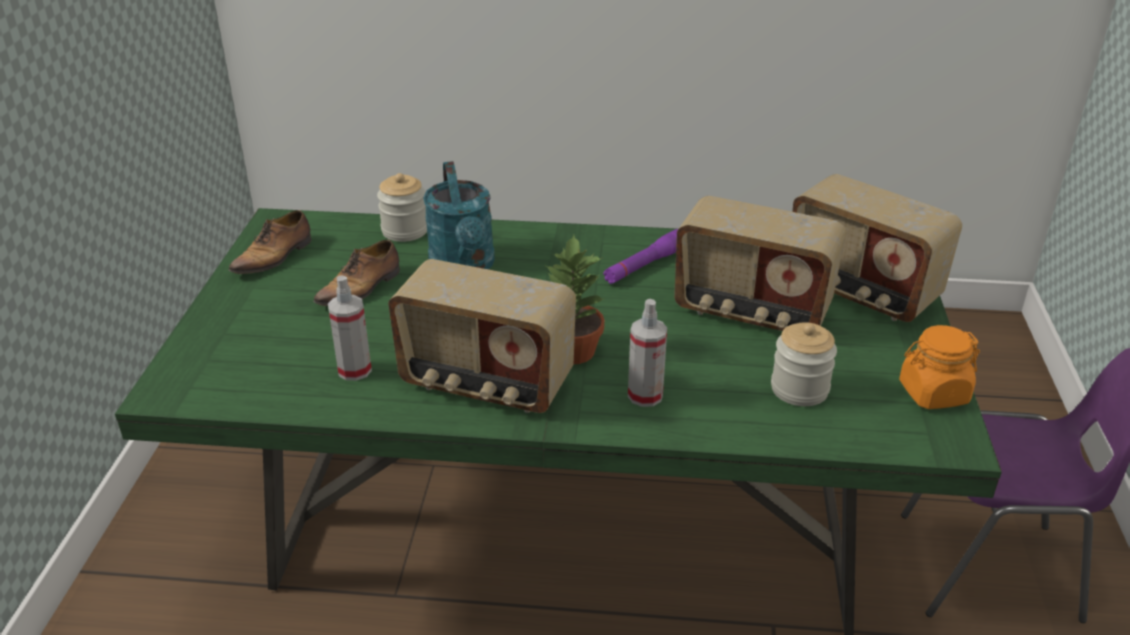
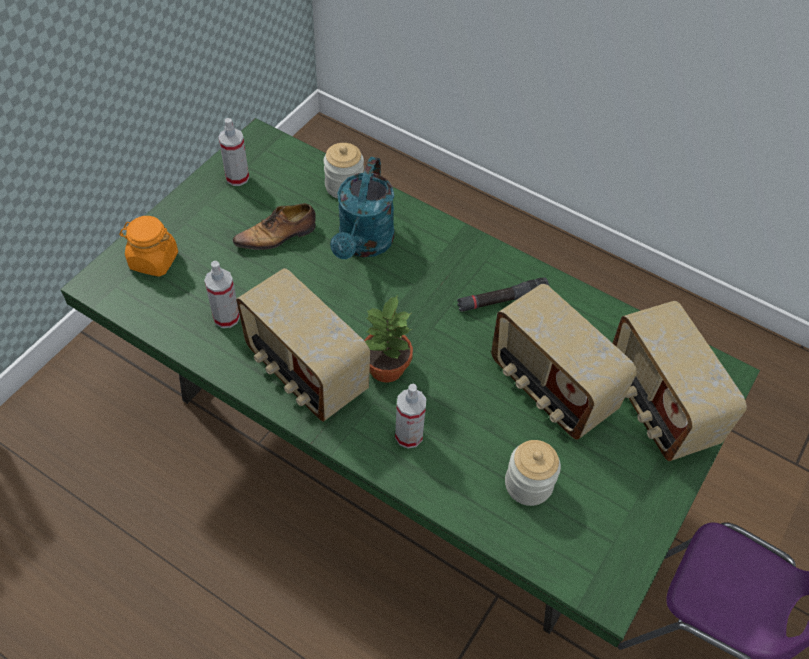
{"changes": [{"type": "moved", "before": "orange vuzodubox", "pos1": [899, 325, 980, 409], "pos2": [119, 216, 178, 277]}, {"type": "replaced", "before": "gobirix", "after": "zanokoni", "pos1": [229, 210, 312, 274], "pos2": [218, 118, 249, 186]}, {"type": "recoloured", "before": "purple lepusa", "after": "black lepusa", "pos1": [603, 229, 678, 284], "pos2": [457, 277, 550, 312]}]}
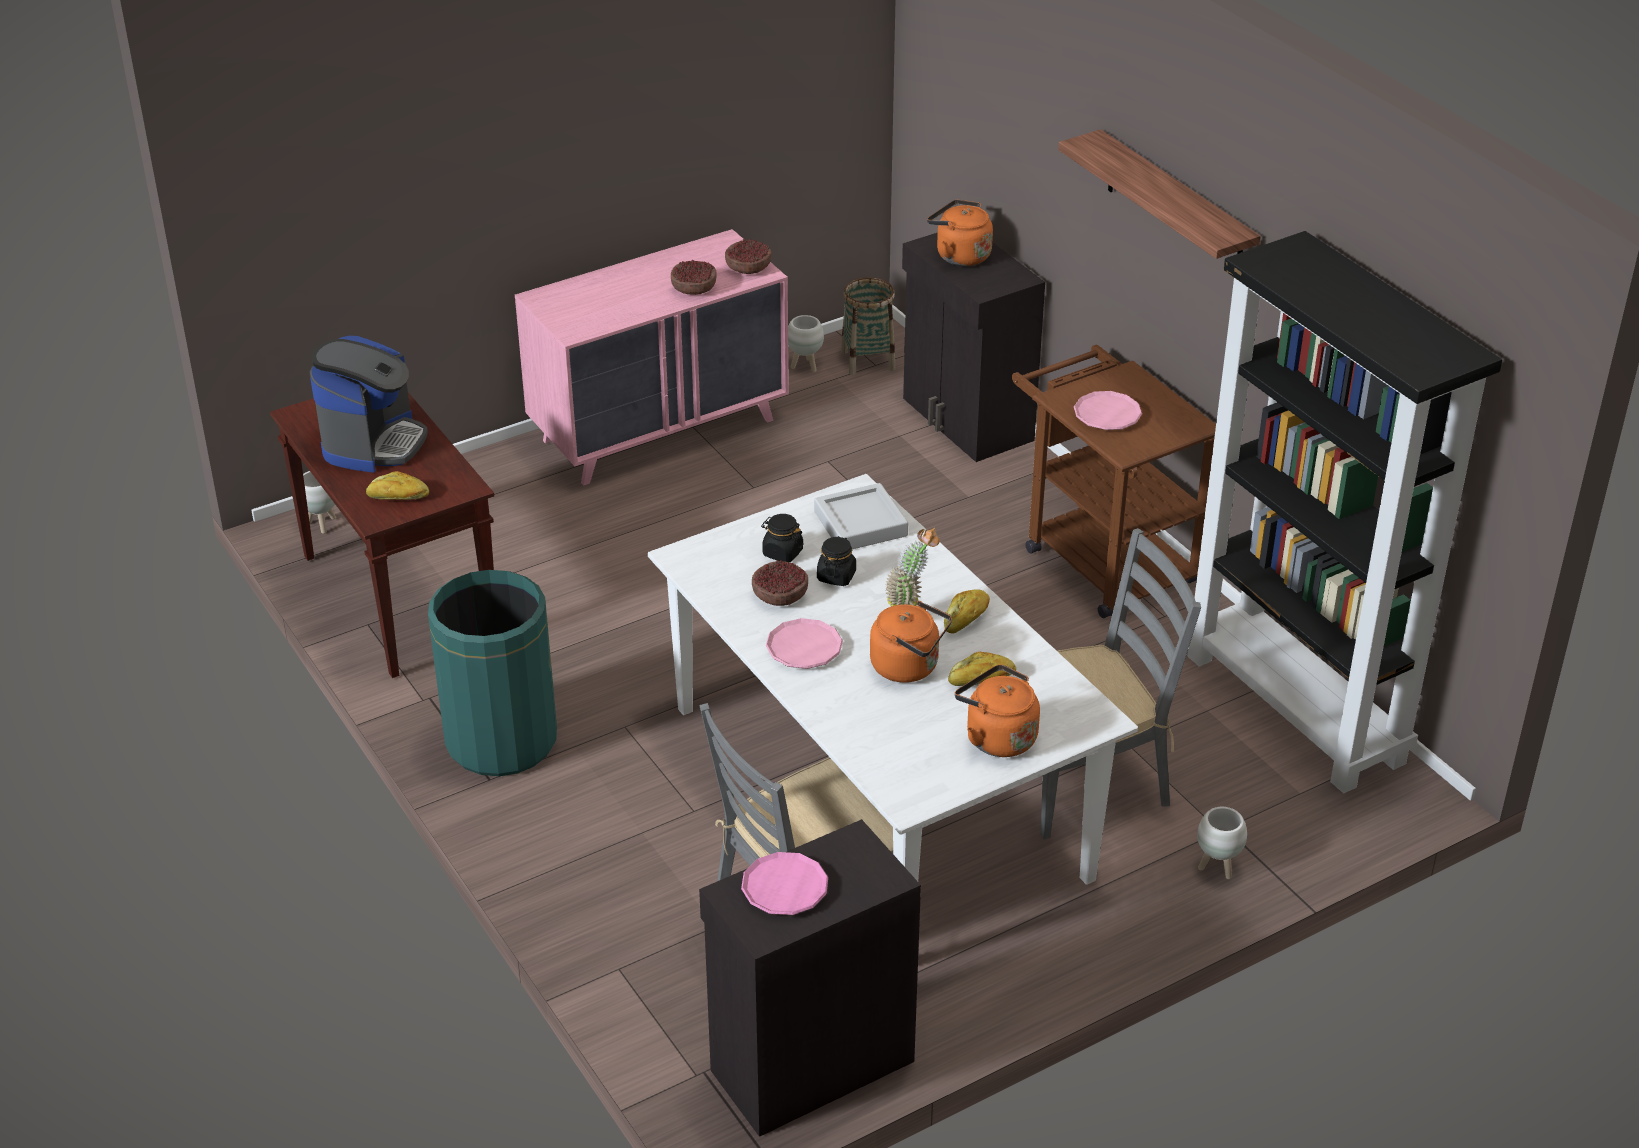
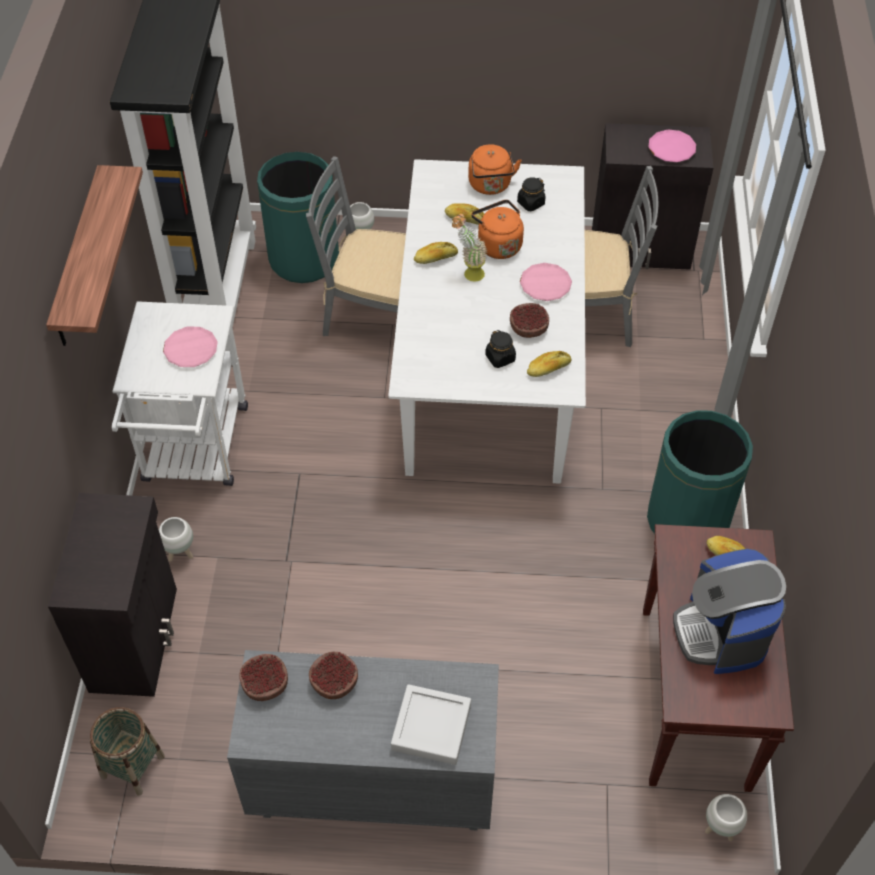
{"changes": [{"type": "removed", "before": "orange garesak", "pos1": [927, 199, 993, 266]}, {"type": "added", "after": "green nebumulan", "pos2": [257, 152, 339, 283]}, {"type": "added", "after": "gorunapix", "pos2": [527, 351, 572, 377]}, {"type": "moved", "before": "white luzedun", "pos1": [788, 315, 824, 372], "pos2": [159, 517, 193, 562]}, {"type": "moved", "before": "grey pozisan", "pos1": [814, 483, 908, 549], "pos2": [391, 684, 471, 765]}, {"type": "moved", "before": "black vuzodubox", "pos1": [817, 536, 856, 586], "pos2": [517, 177, 545, 211]}, {"type": "recoloured", "before": "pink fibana", "after": "grey fibana", "pos1": [515, 229, 789, 486], "pos2": [227, 650, 499, 831]}, {"type": "recoloured", "before": "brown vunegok", "after": "white vunegok", "pos1": [1012, 345, 1216, 618], "pos2": [112, 301, 248, 486]}, {"type": "turned", "before": "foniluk", "pos1": [309, 336, 428, 473], "pos2": [673, 549, 786, 674], "turn": -60}]}
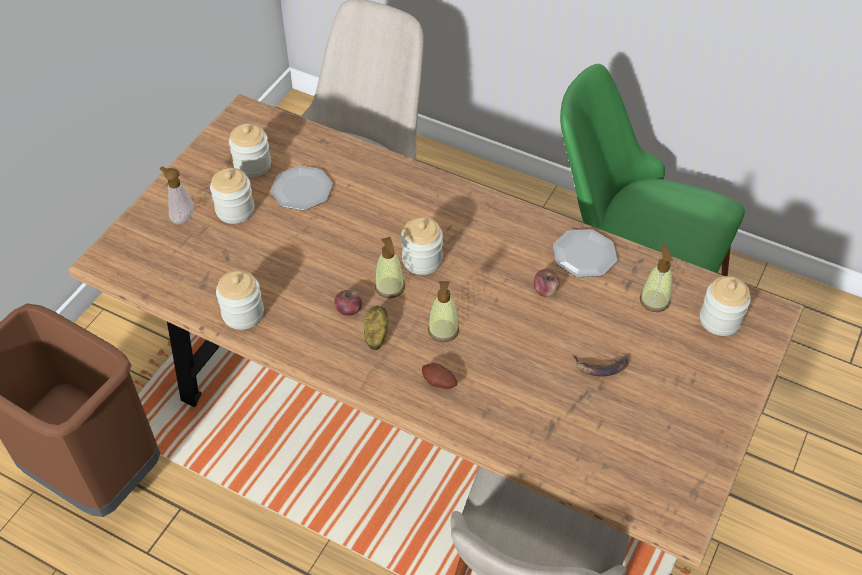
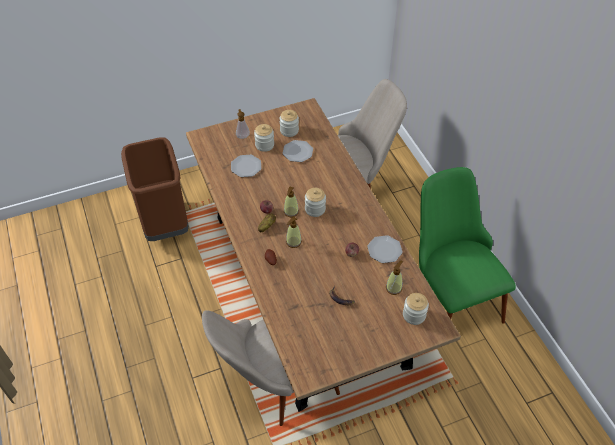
{"changes": [{"type": "removed", "before": "vuzodubox", "pos1": [216, 270, 264, 330]}, {"type": "added", "after": "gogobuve", "pos2": [231, 155, 261, 177]}]}
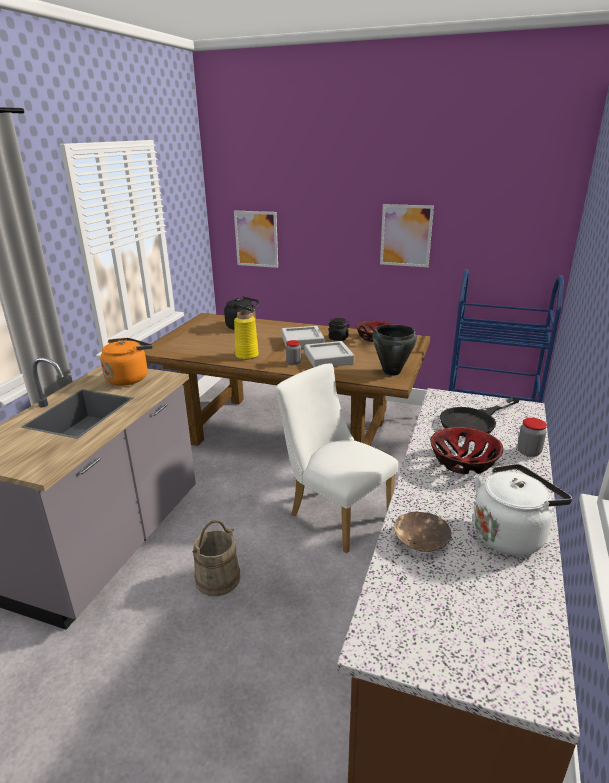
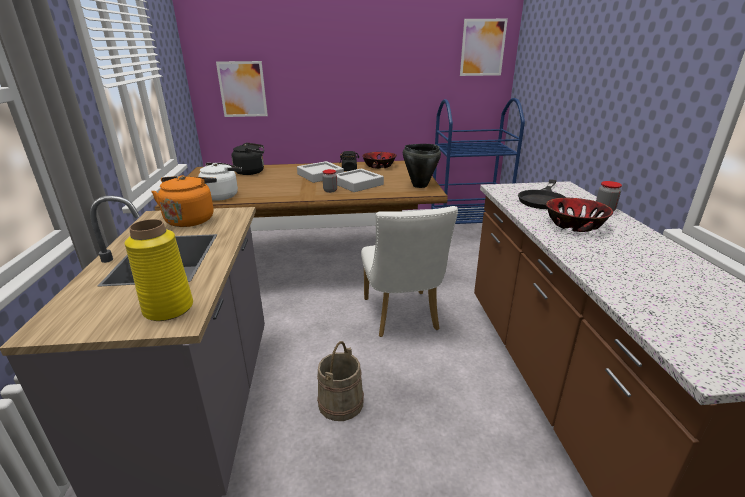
{"changes": [{"type": "removed", "before": "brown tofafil", "pos1": [394, 512, 452, 552]}, {"type": "moved", "before": "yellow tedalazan", "pos1": [234, 311, 259, 360], "pos2": [124, 219, 193, 321]}, {"type": "moved", "before": "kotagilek", "pos1": [380, 204, 434, 267], "pos2": [460, 19, 508, 76]}, {"type": "moved", "before": "white garesak", "pos1": [473, 464, 572, 556], "pos2": [198, 163, 242, 201]}, {"type": "turned", "before": "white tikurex", "pos1": [275, 363, 398, 553], "pos2": [361, 206, 458, 337], "turn": -120}]}
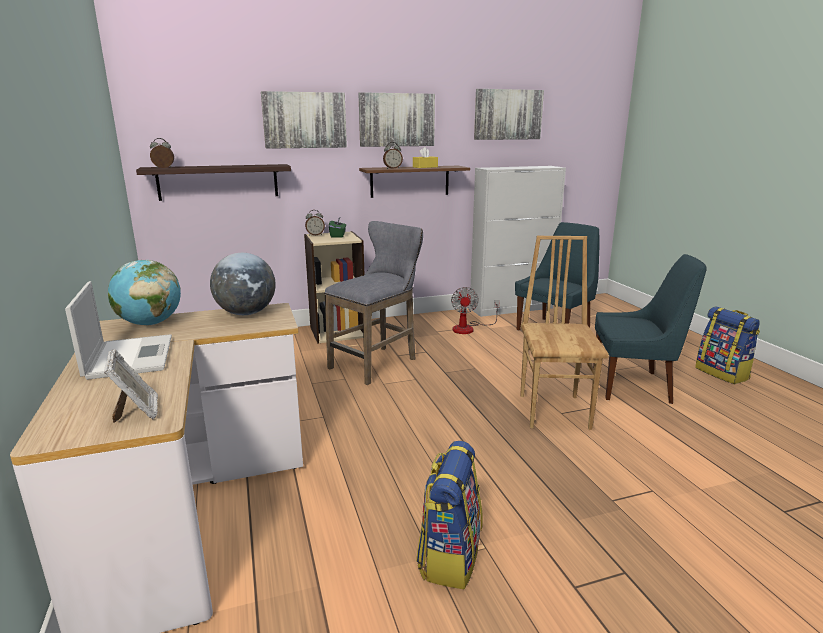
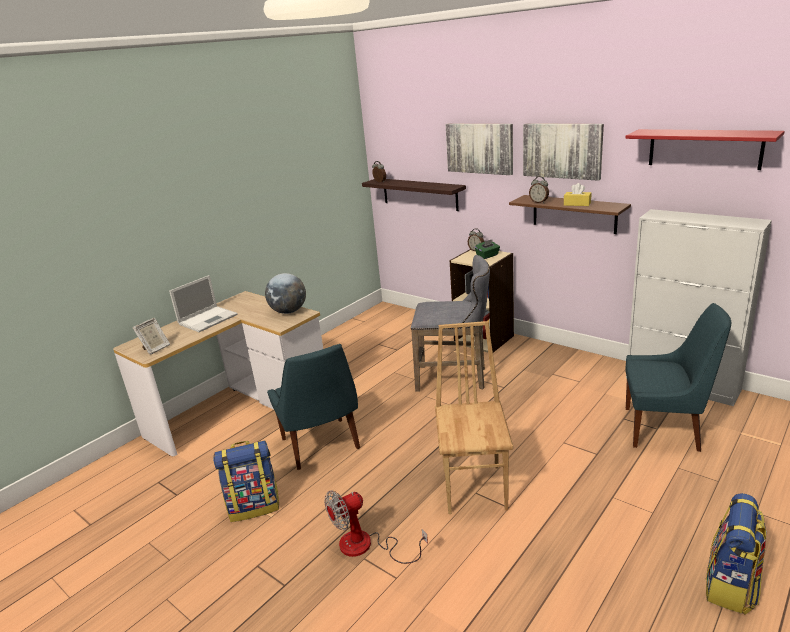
{"changes": [{"type": "removed", "before": "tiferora", "pos1": [108, 260, 181, 325]}, {"type": "moved", "before": "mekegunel", "pos1": [451, 287, 500, 334], "pos2": [325, 490, 428, 564]}, {"type": "moved", "before": "blue tikurex", "pos1": [593, 254, 707, 404], "pos2": [267, 344, 360, 470]}, {"type": "replaced", "before": "kotagilek", "after": "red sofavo", "pos1": [474, 89, 544, 140], "pos2": [625, 129, 785, 170]}, {"type": "turned", "before": "brown tikurex", "pos1": [520, 236, 609, 430], "pos2": [435, 321, 513, 514], "turn": -60}]}
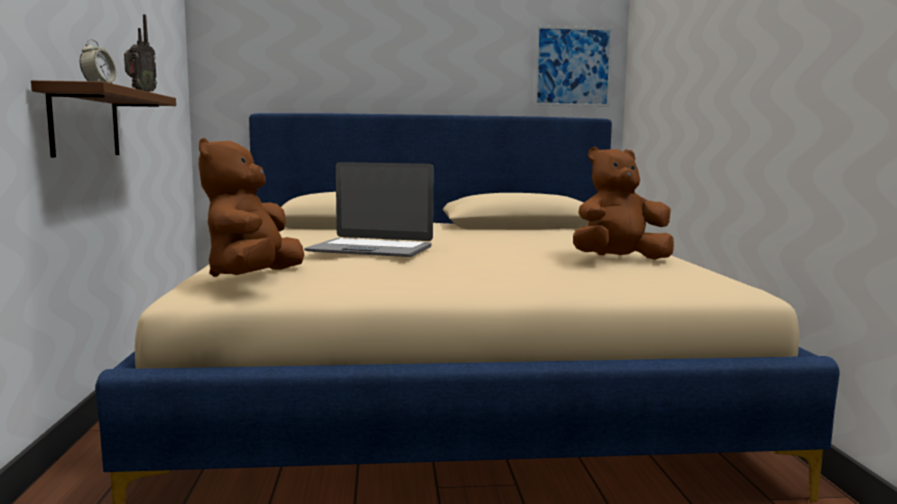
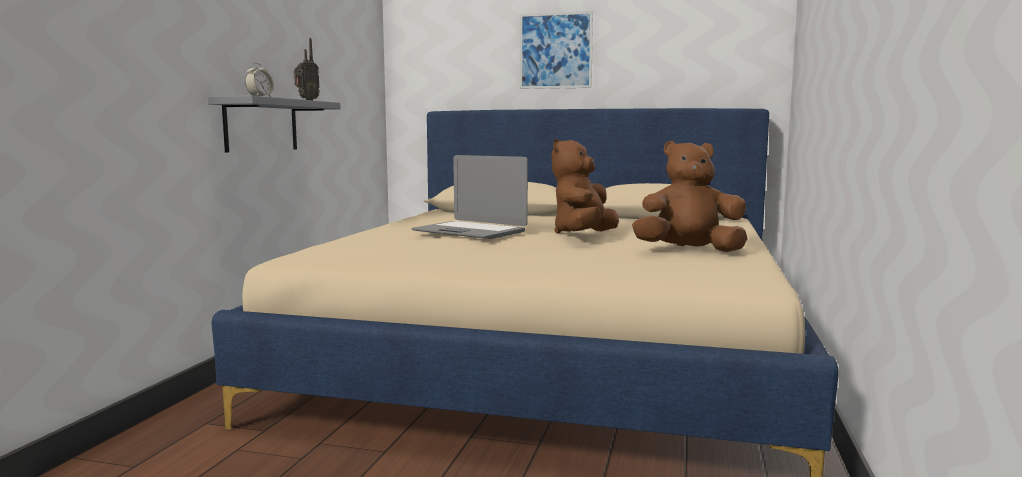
{"changes": [{"type": "moved", "before": "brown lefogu", "pos1": [199, 138, 304, 277], "pos2": [552, 139, 619, 234]}, {"type": "moved", "before": "kotagilek", "pos1": [534, 26, 613, 107], "pos2": [520, 11, 593, 89]}, {"type": "recoloured", "before": "brown sofavo", "after": "grey sofavo", "pos1": [31, 80, 176, 157], "pos2": [208, 95, 341, 153]}]}
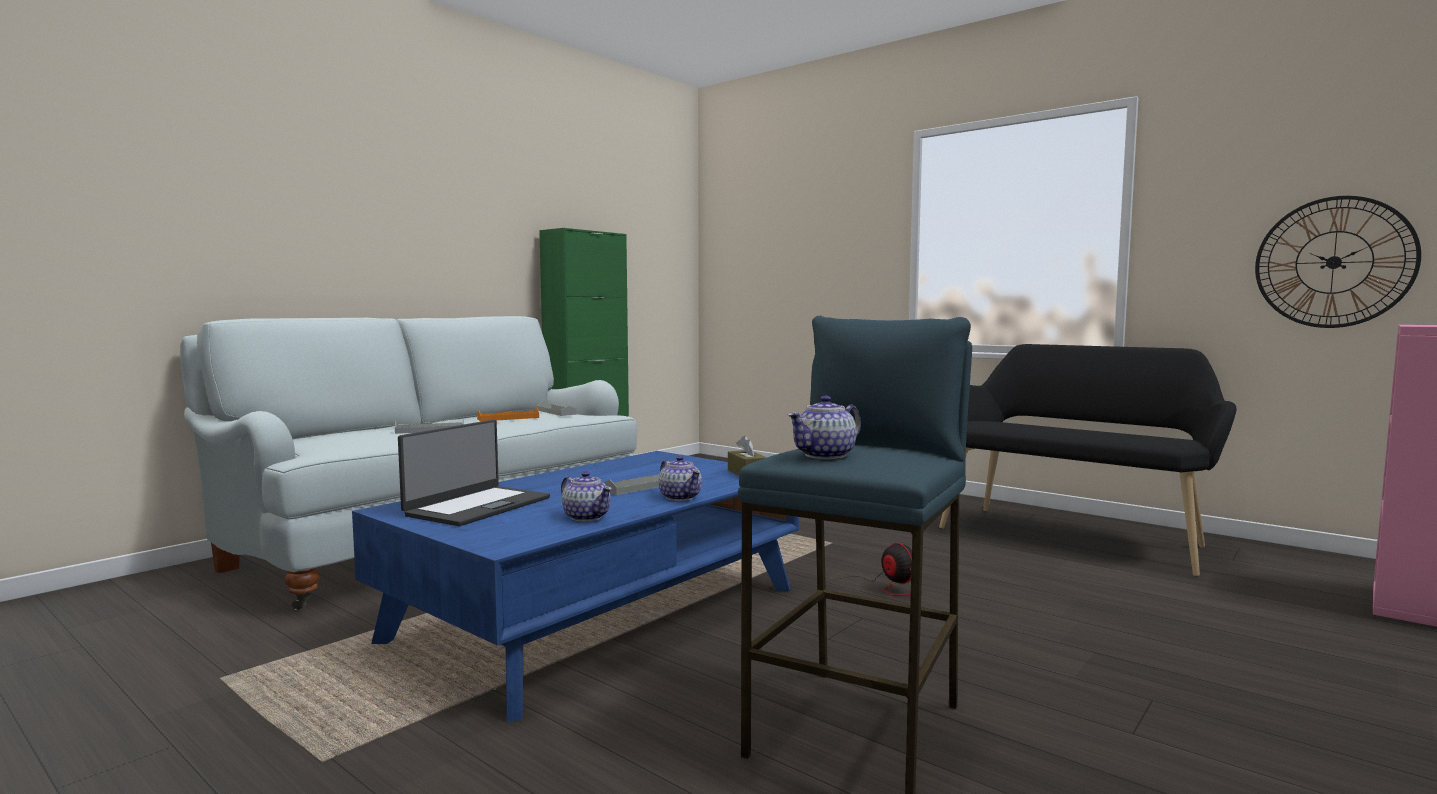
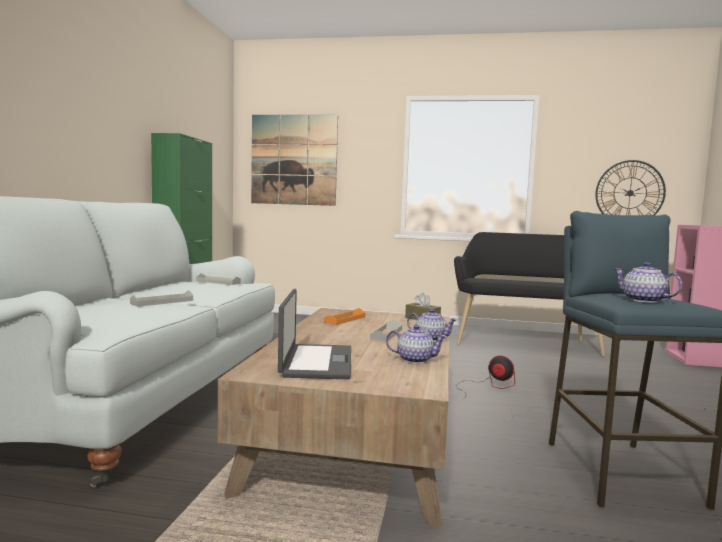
{"changes": [{"type": "added", "after": "kotagilek", "pos2": [251, 115, 338, 206]}, {"type": "moved", "before": "orange pozisan", "pos1": [477, 407, 539, 421], "pos2": [324, 308, 365, 325]}, {"type": "recoloured", "before": "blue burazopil", "after": "brown burazopil", "pos1": [352, 451, 799, 722], "pos2": [218, 308, 450, 530]}, {"type": "turned", "before": "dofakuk", "pos1": [788, 396, 861, 459], "pos2": [613, 262, 682, 303], "turn": 120}]}
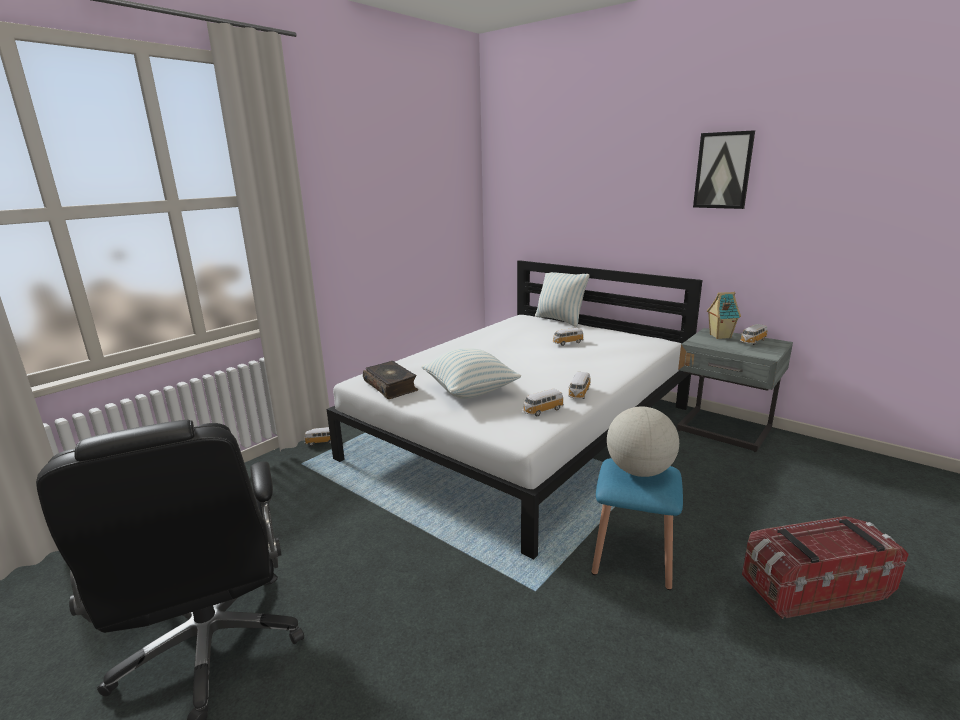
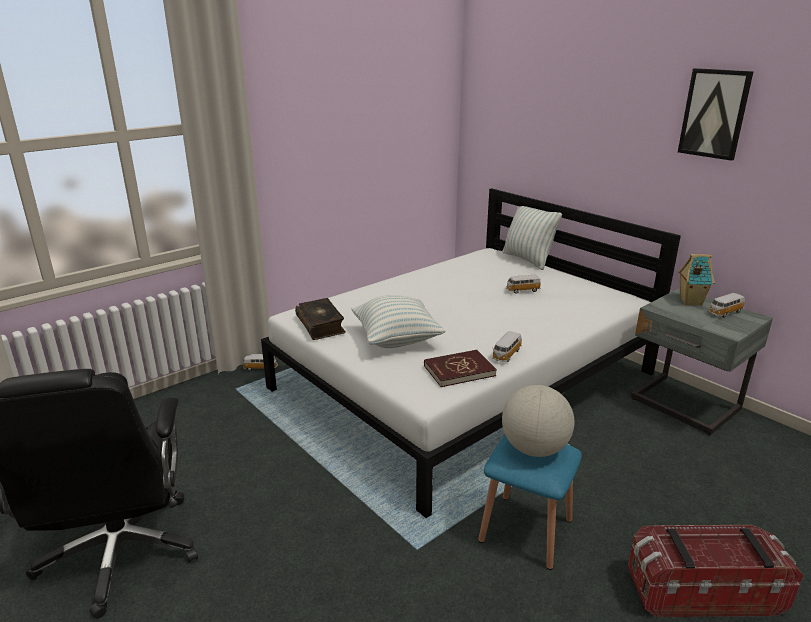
{"changes": [{"type": "replaced", "before": "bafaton", "after": "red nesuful", "pos1": [523, 389, 564, 416], "pos2": [424, 350, 497, 387]}]}
